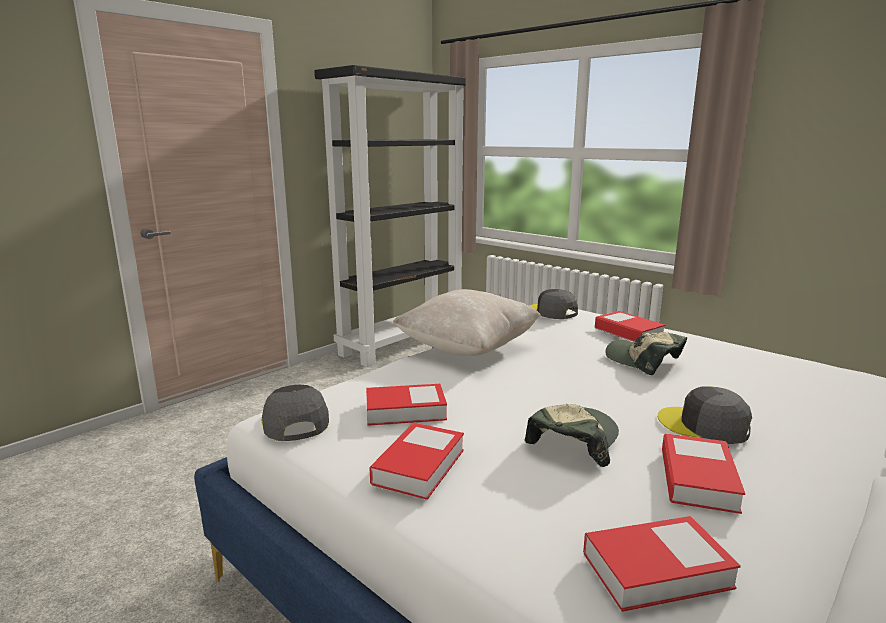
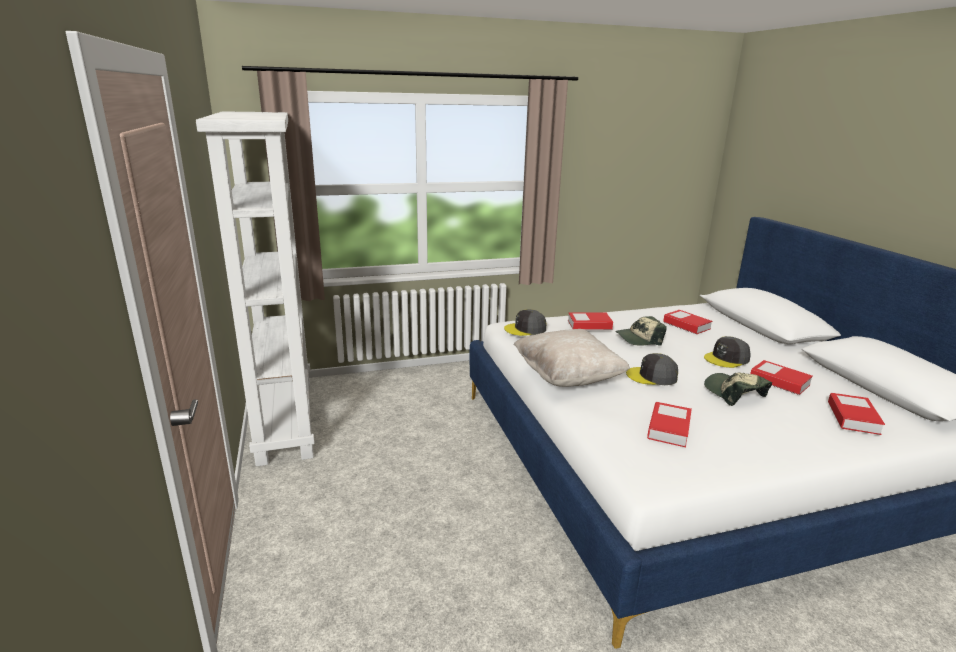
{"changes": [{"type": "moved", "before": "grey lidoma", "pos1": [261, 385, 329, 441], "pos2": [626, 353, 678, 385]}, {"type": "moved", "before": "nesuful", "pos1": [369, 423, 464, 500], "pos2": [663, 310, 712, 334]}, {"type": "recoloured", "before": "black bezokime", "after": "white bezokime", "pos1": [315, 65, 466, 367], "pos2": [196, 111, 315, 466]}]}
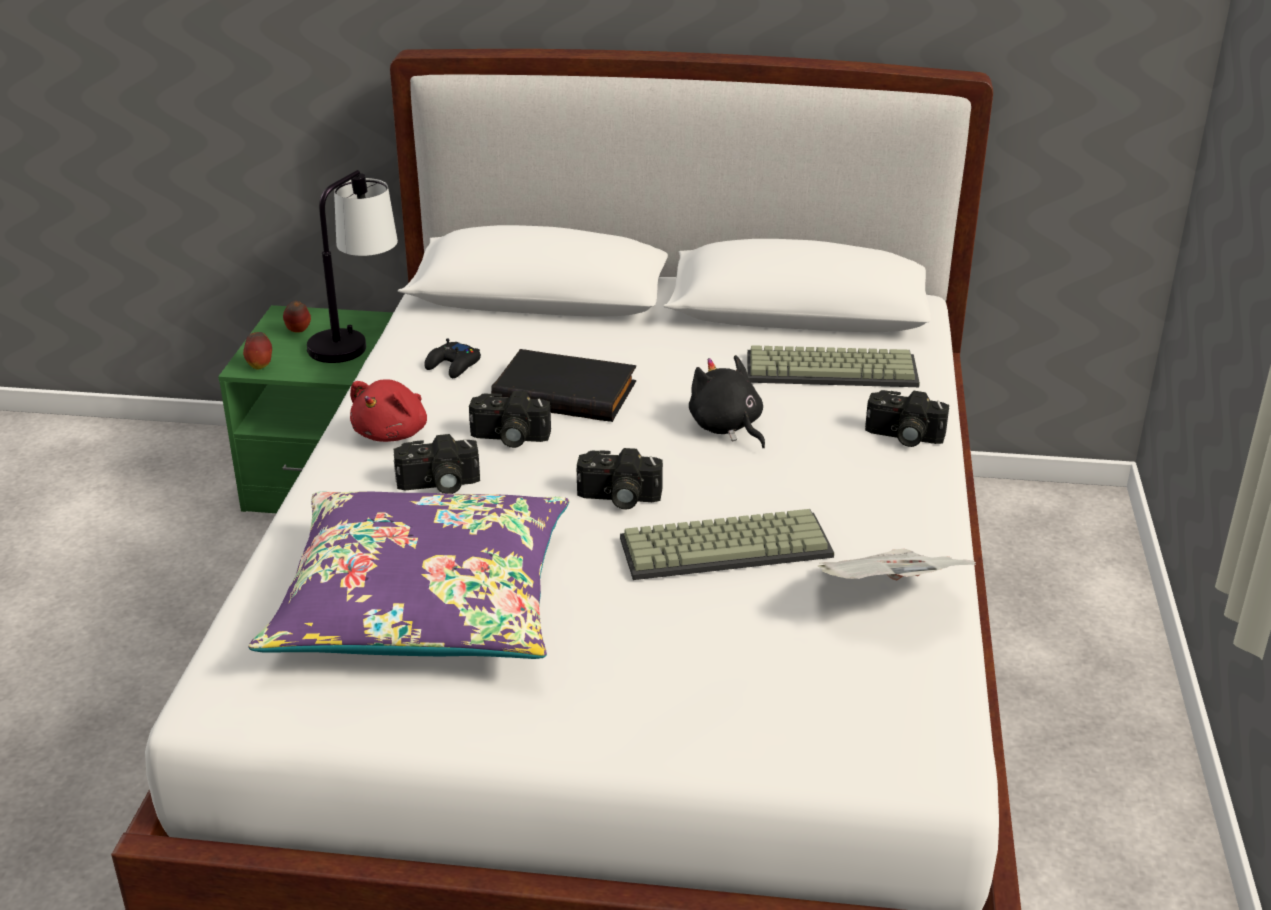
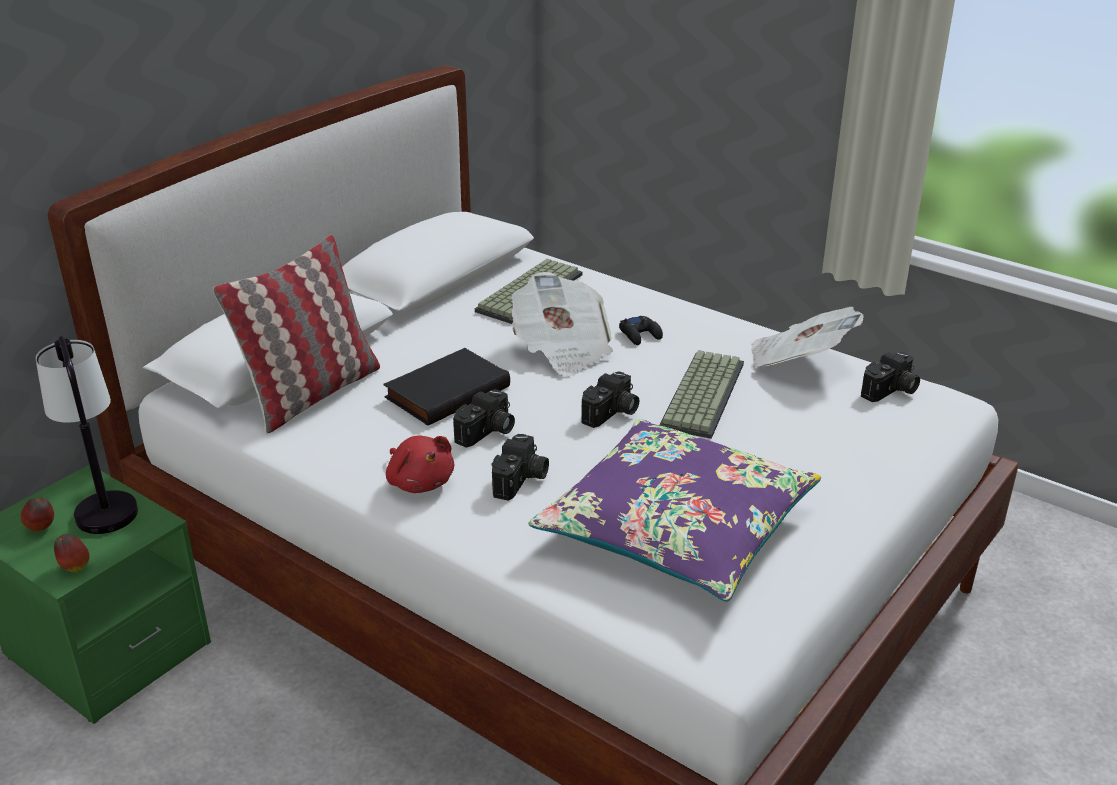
{"changes": [{"type": "added", "after": "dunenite", "pos2": [213, 235, 380, 433]}, {"type": "moved", "before": "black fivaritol", "pos1": [424, 339, 481, 378], "pos2": [619, 316, 663, 345]}, {"type": "moved", "before": "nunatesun", "pos1": [865, 390, 949, 447], "pos2": [861, 352, 920, 402]}, {"type": "replaced", "before": "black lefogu", "after": "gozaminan", "pos1": [689, 355, 765, 448], "pos2": [512, 272, 613, 377]}]}
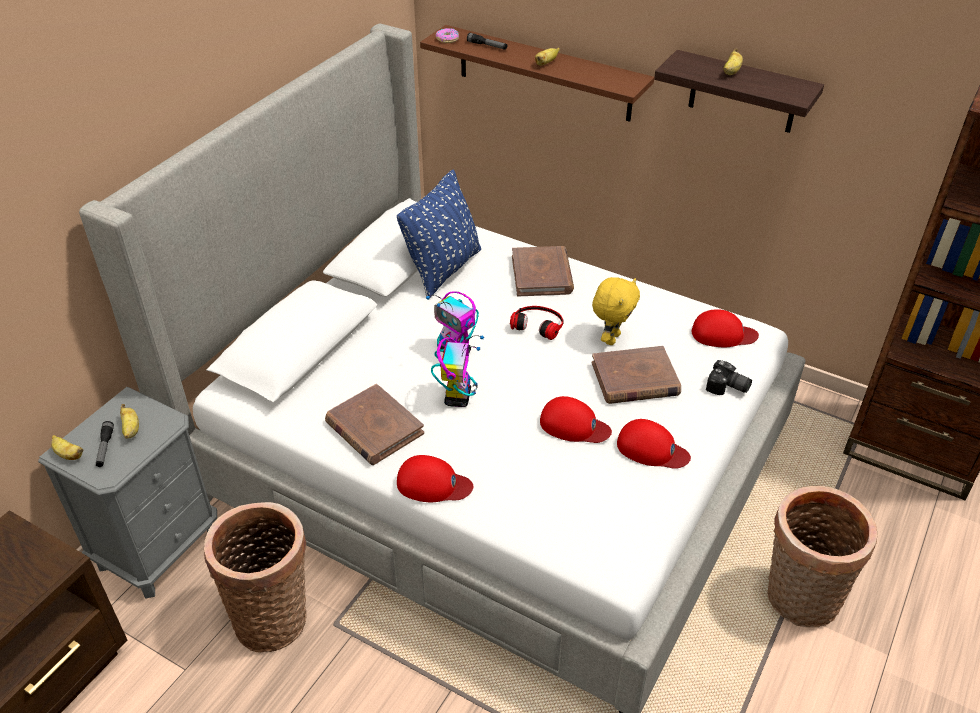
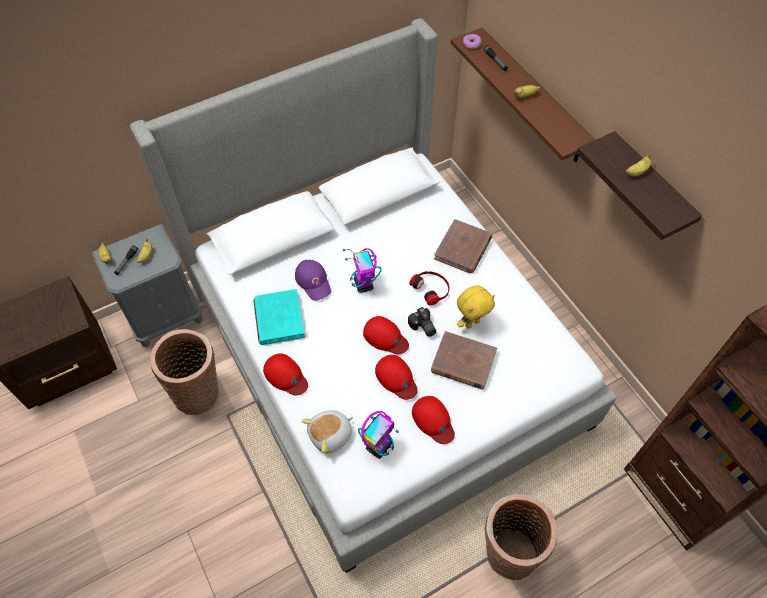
{"changes": [{"type": "removed", "before": "blue dunenite", "pos1": [397, 169, 481, 298]}, {"type": "added", "after": "purple lidoma", "pos2": [295, 260, 331, 301]}, {"type": "added", "after": "lefogu", "pos2": [302, 410, 353, 454]}, {"type": "moved", "before": "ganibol", "pos1": [431, 335, 484, 407], "pos2": [358, 411, 399, 459]}, {"type": "moved", "before": "red lidoma", "pos1": [692, 309, 759, 347], "pos2": [363, 316, 409, 354]}, {"type": "moved", "before": "nunatesun", "pos1": [706, 360, 752, 395], "pos2": [408, 307, 436, 337]}, {"type": "recoloured", "before": "brown nesuful", "after": "turquoise nesuful", "pos1": [325, 384, 424, 465], "pos2": [253, 289, 305, 345]}]}
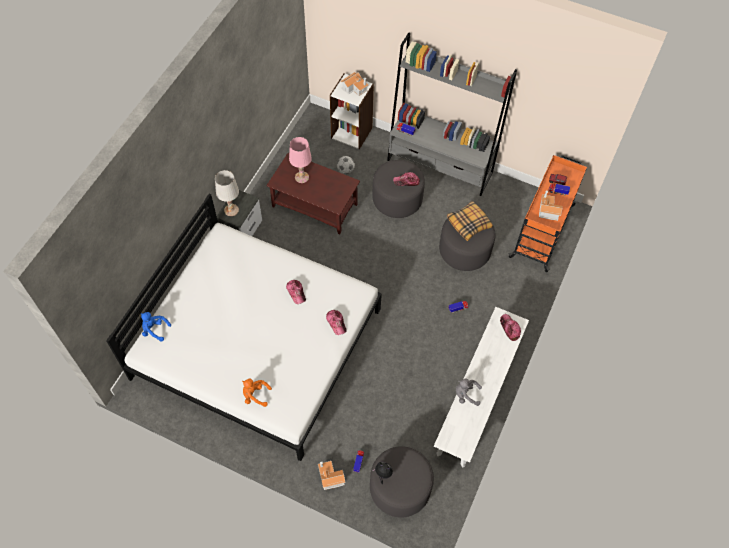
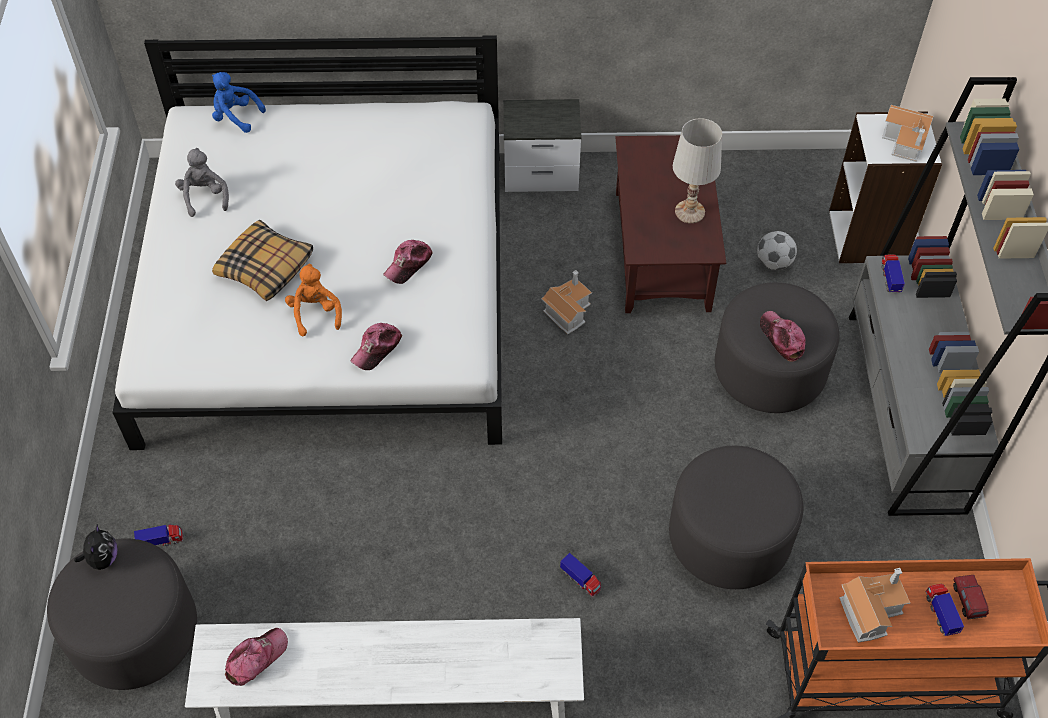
{"changes": [{"type": "removed", "before": "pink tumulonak", "pos1": [289, 137, 312, 183]}, {"type": "moved", "before": "white tumulonak", "pos1": [215, 170, 239, 216], "pos2": [673, 118, 722, 223]}, {"type": "moved", "before": "orange lefogu", "pos1": [242, 379, 272, 407], "pos2": [285, 263, 342, 336]}, {"type": "moved", "before": "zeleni", "pos1": [318, 461, 346, 490], "pos2": [541, 270, 592, 334]}, {"type": "moved", "before": "dunenite", "pos1": [447, 201, 493, 241], "pos2": [212, 220, 313, 301]}, {"type": "moved", "before": "grey lefogu", "pos1": [456, 378, 482, 406], "pos2": [175, 148, 229, 217]}, {"type": "moved", "before": "lidoma", "pos1": [500, 314, 521, 341], "pos2": [225, 628, 288, 686]}, {"type": "turned", "before": "blue lefogu", "pos1": [141, 312, 171, 341], "pos2": [212, 72, 266, 133], "turn": -60}]}
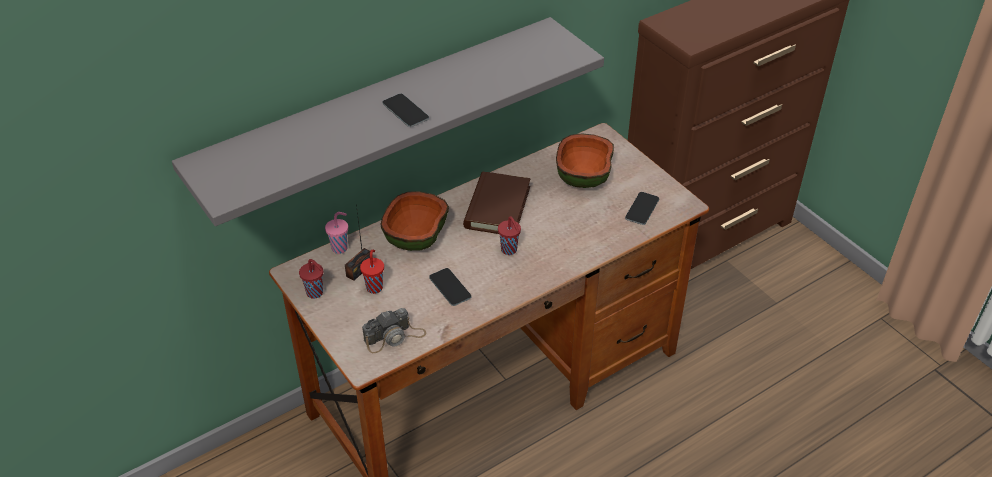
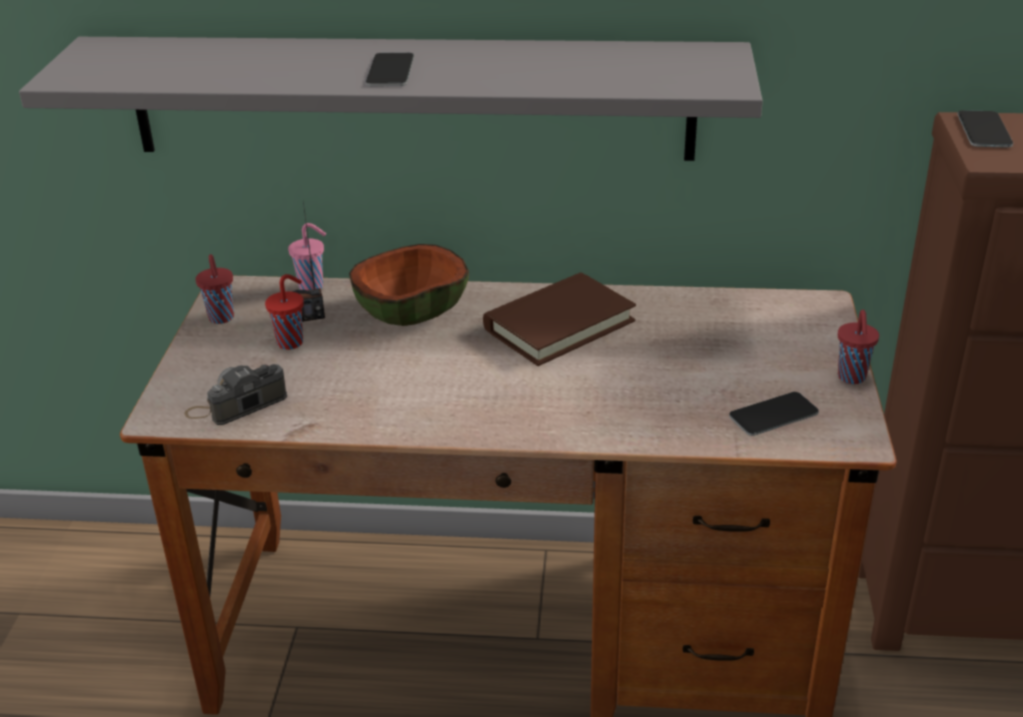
{"changes": [{"type": "removed", "before": "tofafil", "pos1": [556, 133, 614, 188]}, {"type": "moved", "before": "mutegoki", "pos1": [429, 268, 471, 306], "pos2": [957, 110, 1013, 148]}, {"type": "moved", "before": "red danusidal", "pos1": [498, 216, 521, 255], "pos2": [838, 310, 879, 384]}, {"type": "turned", "before": "nunatesun", "pos1": [362, 308, 427, 353], "pos2": [184, 364, 287, 425], "turn": 135}]}
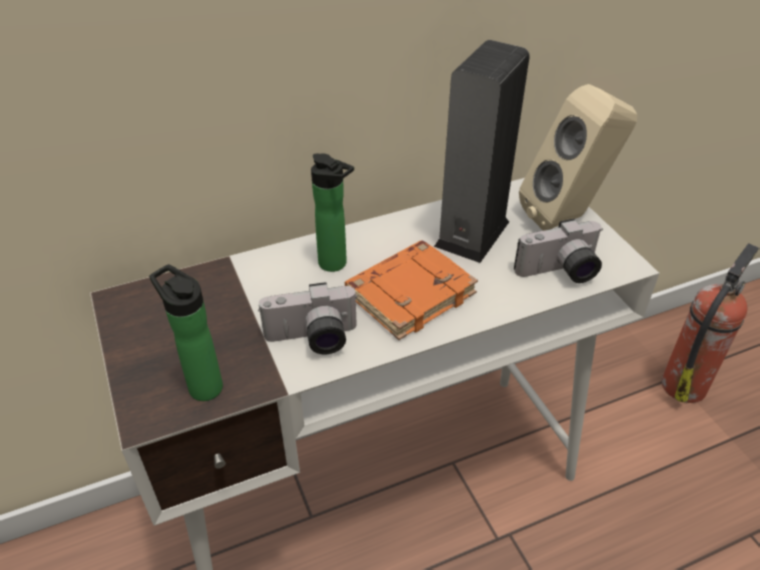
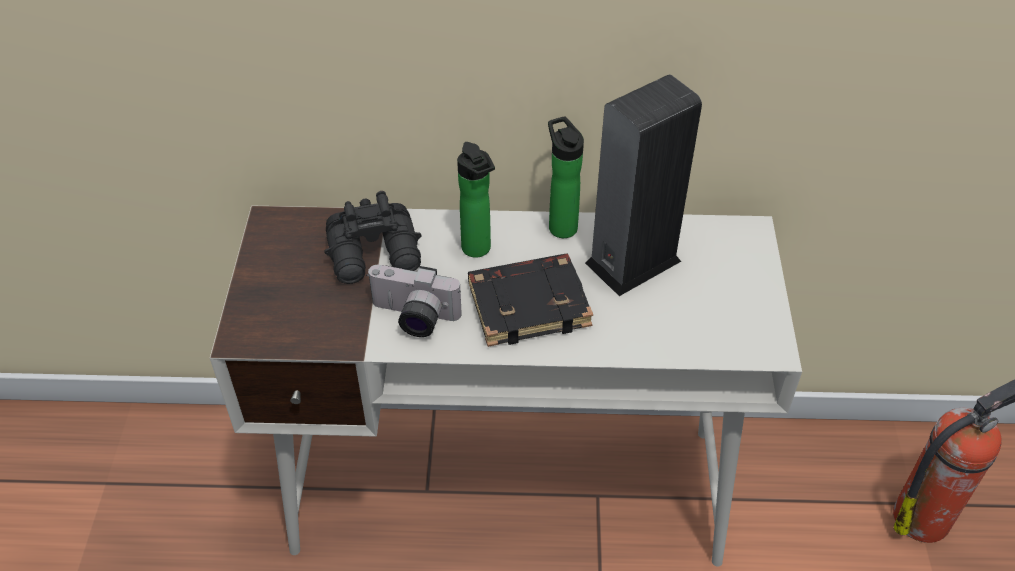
{"changes": [{"type": "removed", "before": "nunatesun", "pos1": [514, 219, 603, 283]}, {"type": "removed", "before": "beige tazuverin", "pos1": [519, 84, 637, 231]}, {"type": "added", "after": "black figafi", "pos2": [324, 191, 422, 284]}, {"type": "moved", "before": "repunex", "pos1": [149, 264, 223, 401], "pos2": [548, 117, 584, 238]}, {"type": "recoloured", "before": "orange nesuful", "after": "black nesuful", "pos1": [345, 240, 478, 340], "pos2": [468, 253, 593, 347]}]}
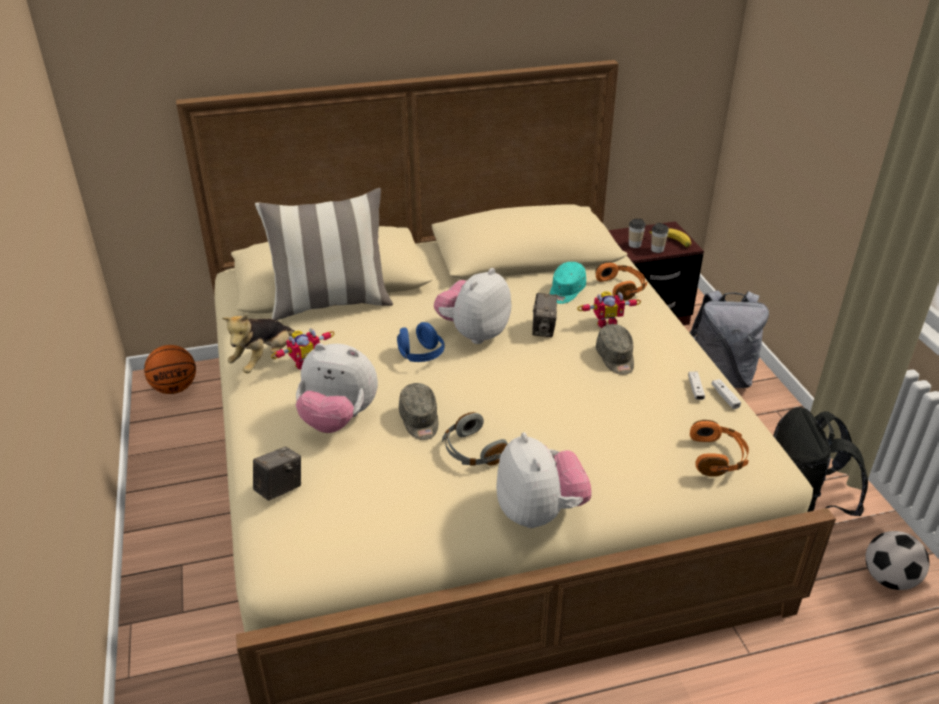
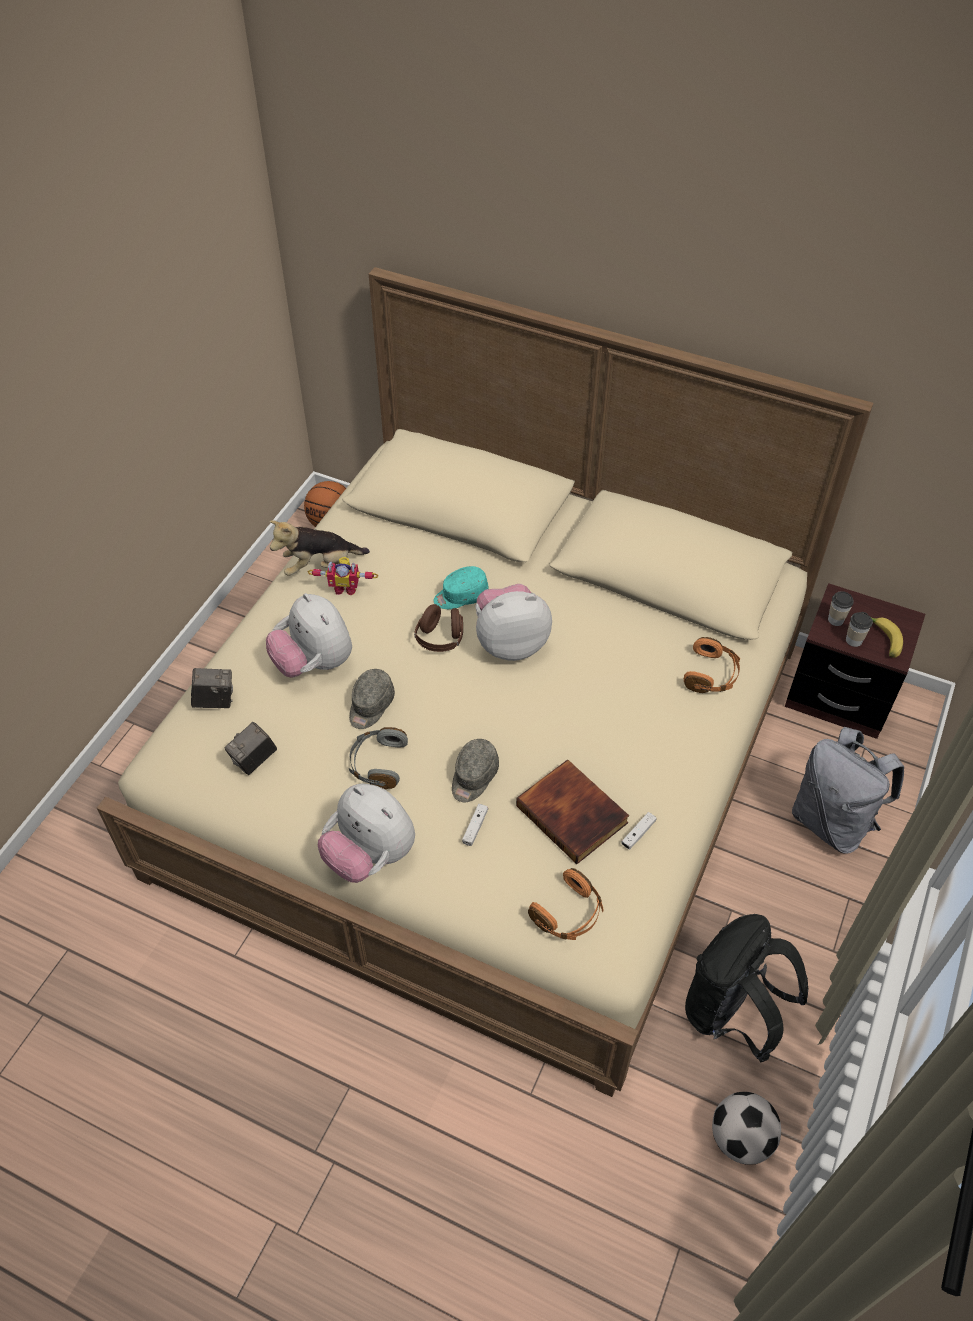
{"changes": [{"type": "removed", "before": "dunenite", "pos1": [255, 188, 393, 320]}, {"type": "removed", "before": "ganibol", "pos1": [577, 291, 641, 328]}, {"type": "added", "after": "nesuful", "pos2": [516, 759, 629, 864]}, {"type": "moved", "before": "nunatesun", "pos1": [532, 293, 557, 337], "pos2": [224, 722, 277, 775]}, {"type": "moved", "before": "turquoise lidoma", "pos1": [550, 262, 586, 304], "pos2": [434, 566, 489, 609]}, {"type": "moved", "before": "grey lidoma", "pos1": [596, 324, 634, 375], "pos2": [452, 739, 499, 802]}, {"type": "moved", "before": "white fivaritol", "pos1": [711, 379, 741, 409], "pos2": [462, 804, 488, 846]}, {"type": "recoloured", "before": "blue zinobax", "after": "brown zinobax", "pos1": [397, 322, 445, 362], "pos2": [414, 604, 463, 652]}, {"type": "turned", "before": "lefogu", "pos1": [496, 432, 592, 528], "pos2": [318, 784, 415, 883], "turn": 105}]}
